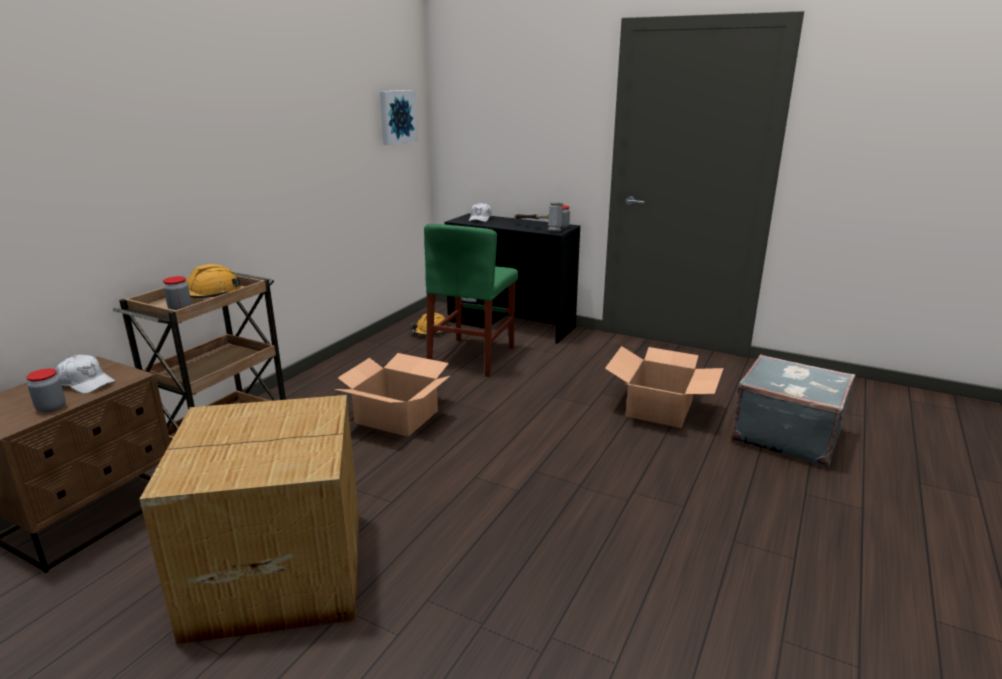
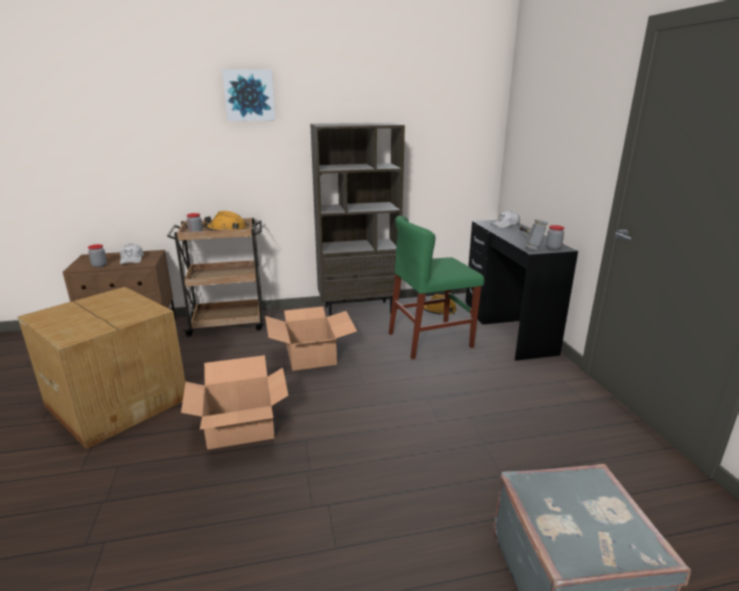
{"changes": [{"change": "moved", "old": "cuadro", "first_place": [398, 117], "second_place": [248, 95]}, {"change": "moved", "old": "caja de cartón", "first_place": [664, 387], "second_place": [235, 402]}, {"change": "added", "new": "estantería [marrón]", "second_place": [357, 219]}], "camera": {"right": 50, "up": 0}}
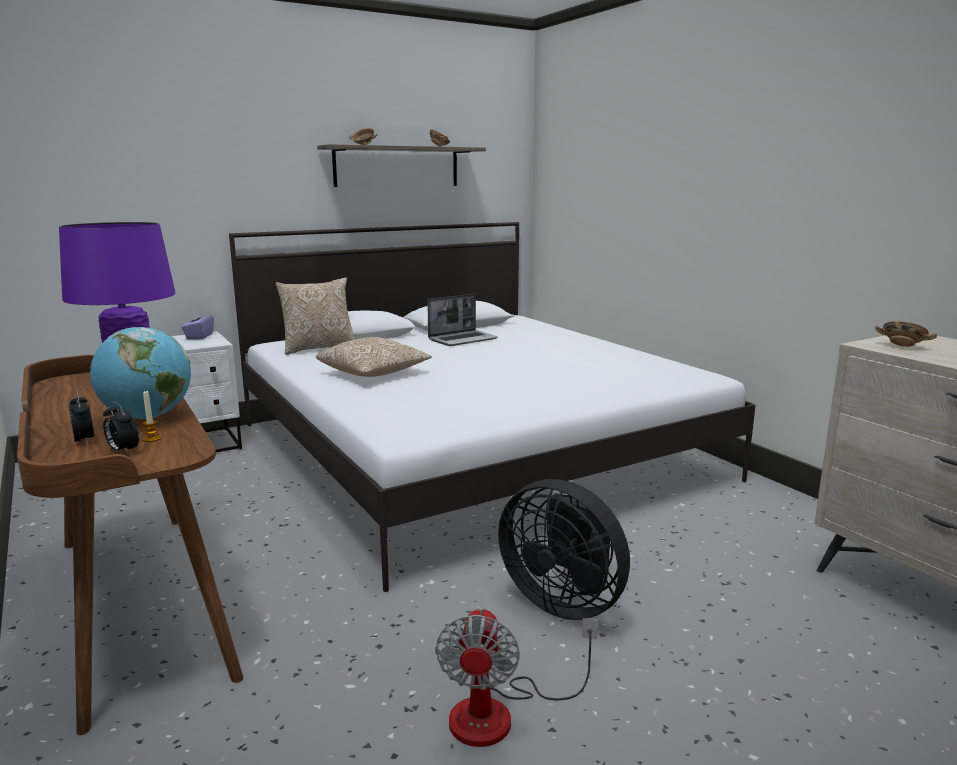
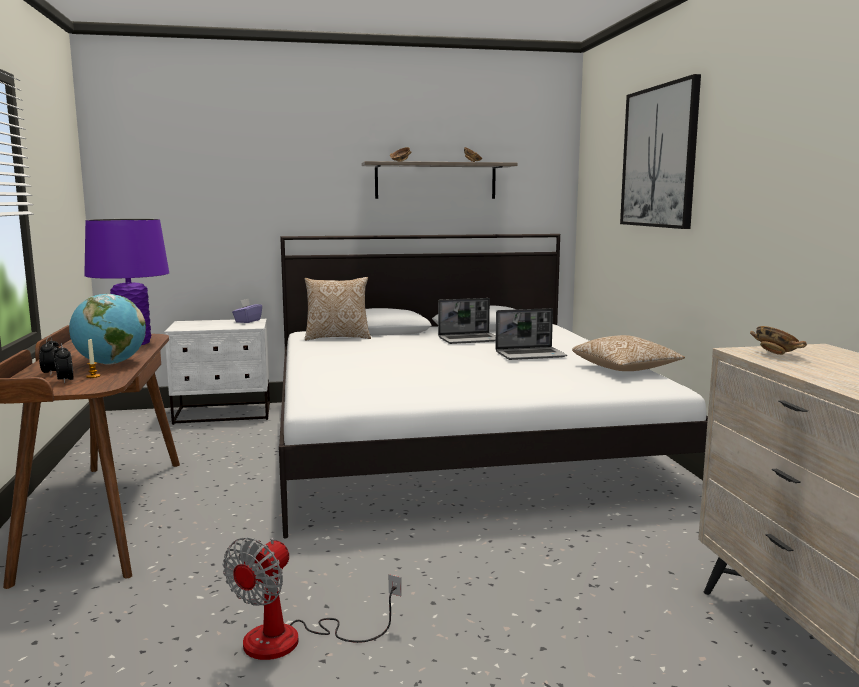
{"changes": [{"change": "moved", "old": "cojín", "first_place": [374, 357], "second_place": [628, 353]}, {"change": "removed", "old": "ventilador [negro]", "first_place": [564, 549]}, {"change": "added", "new": "cuadro", "second_place": [660, 151]}, {"change": "added", "new": "portátil", "second_place": [531, 334]}], "camera": {"right": 20, "up": -5}}
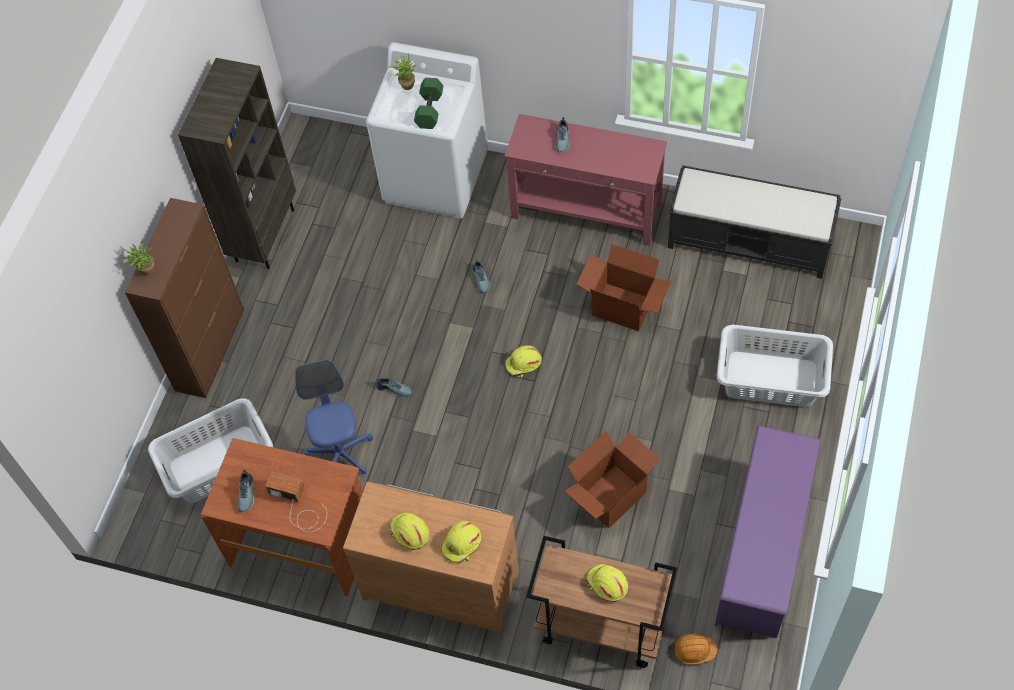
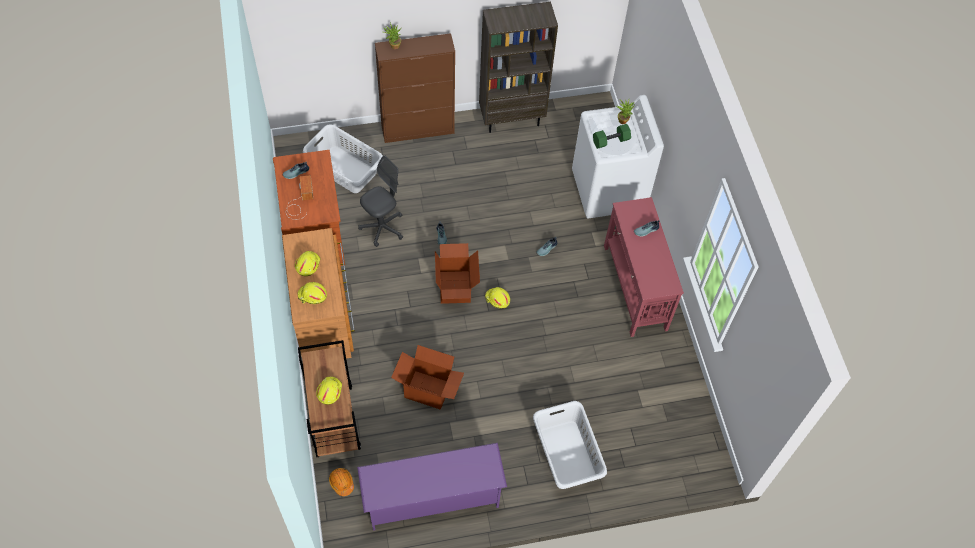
{"changes": [{"change": "removed", "old": "banco [negro]", "first_place": [754, 222]}, {"change": "moved", "old": "caja de cartón", "first_place": [624, 287], "second_place": [457, 273]}, {"change": "recoloured", "old": "silla de oficina [azul]", "new": "silla de oficina [gris]", "first_place": [334, 416], "second_place": [380, 201]}], "camera": {"right": 55, "up": 0}}
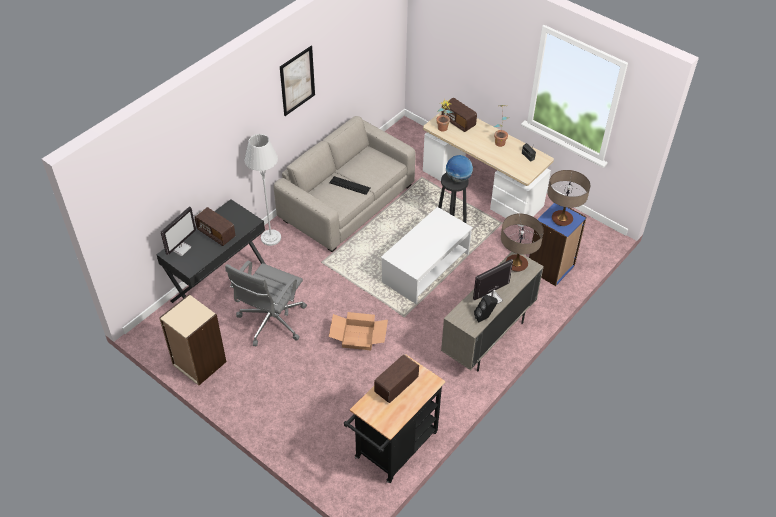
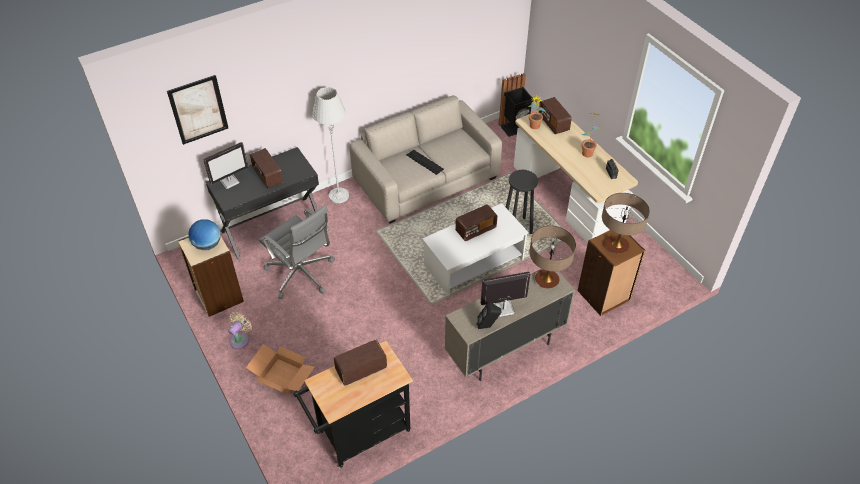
{"changes": [{"change": "moved", "old": "cuadro", "first_place": [297, 81], "second_place": [197, 110]}, {"change": "moved", "old": "globo terráqueo", "first_place": [459, 168], "second_place": [204, 234]}, {"change": "recoloured", "old": "estantería [azul]", "new": "estantería [marrón]", "first_place": [558, 244], "second_place": [612, 273]}, {"change": "turned", "old": "silla de oficina [gris]", "first_place": [266, 304], "second_place": [297, 252], "degrees": -90}, {"change": "moved", "old": "caja de cartón", "first_place": [358, 331], "second_place": [280, 369]}, {"change": "added", "new": "papelera [negro]", "second_place": [516, 105]}, {"change": "added", "new": "radio", "second_place": [476, 223]}, {"change": "added", "new": "ventilador [beis]", "second_place": [240, 330]}], "camera": {"right": 20, "up": 0}}
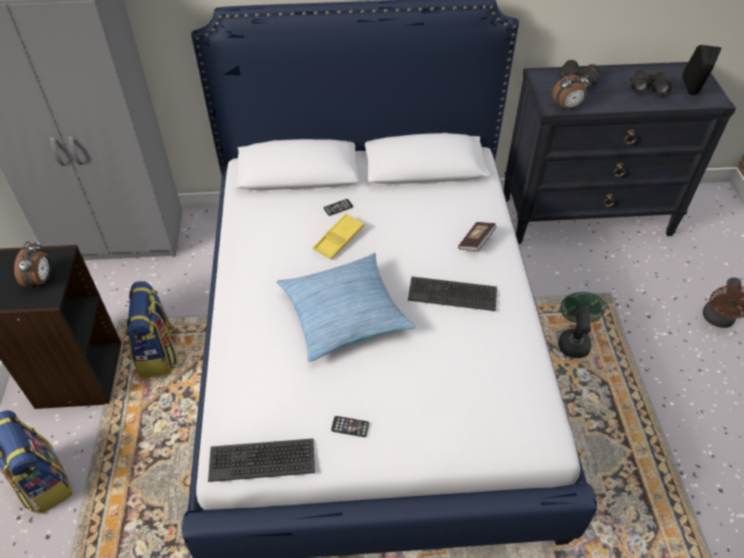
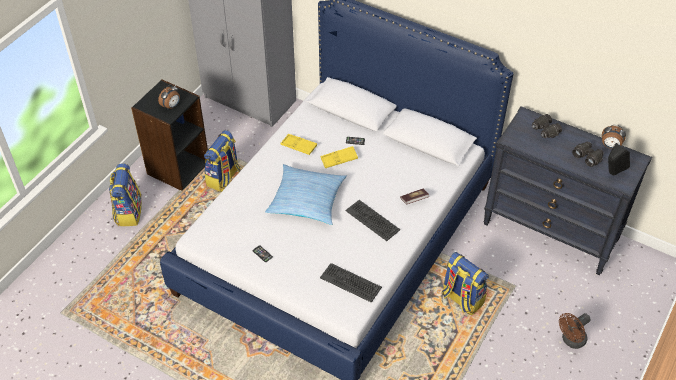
{"changes": [{"change": "moved", "old": "despertador", "first_place": [570, 90], "second_place": [614, 137]}, {"change": "replaced", "old": "ventilador [verde]", "new": "mochila", "first_place": [582, 325], "second_place": [465, 283]}, {"change": "moved", "old": "teclado", "first_place": [261, 460], "second_place": [351, 283]}, {"change": "added", "new": "bandeja [amarillo]", "second_place": [299, 144]}], "camera": {"right": 35, "up": 0}}
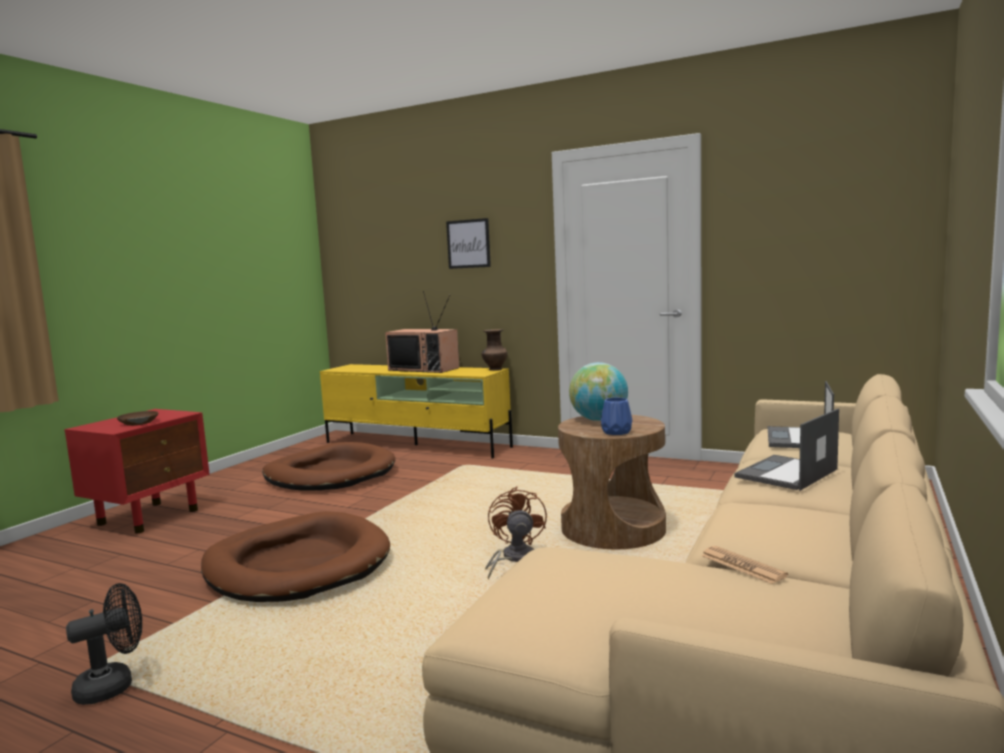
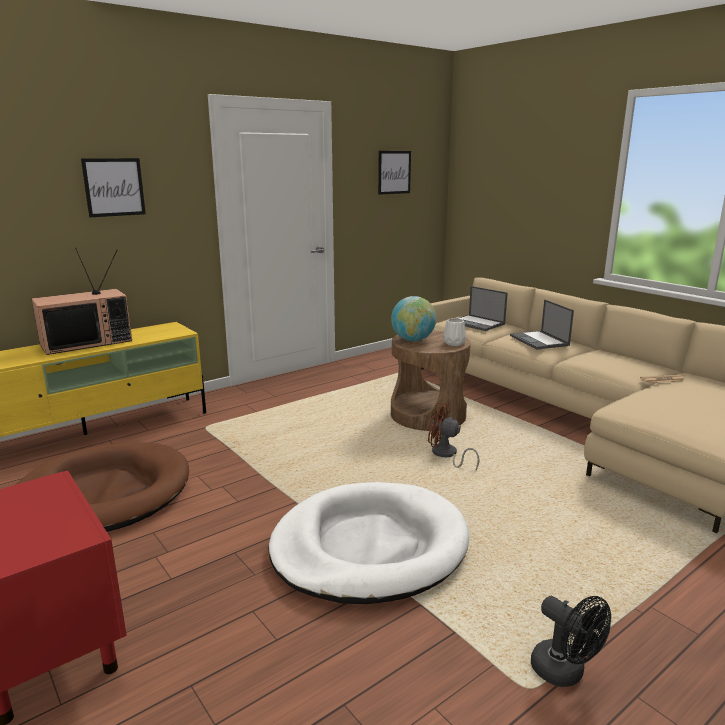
{"changes": [{"change": "removed", "old": "florero [marrón]", "first_place": [494, 350]}, {"change": "recoloured", "old": "florero [azul]", "new": "florero [blanco]", "first_place": [616, 416], "second_place": [454, 332]}, {"change": "removed", "old": "cuenco [marrón]", "first_place": [137, 418]}, {"change": "recoloured", "old": "cama para perro [marrón]", "new": "cama para perro [blanco]", "first_place": [295, 556], "second_place": [368, 543]}, {"change": "turned", "old": "ventilador [negro]", "first_place": [104, 644], "second_place": [571, 641], "degrees": 150}, {"change": "added", "new": "cuadro", "second_place": [394, 173]}], "camera": {"right": -65, "up": 10}}
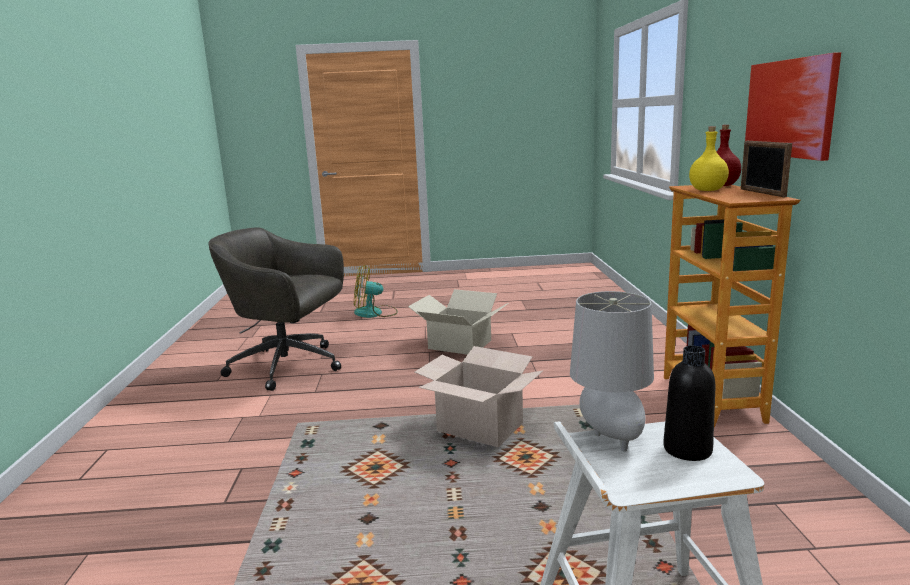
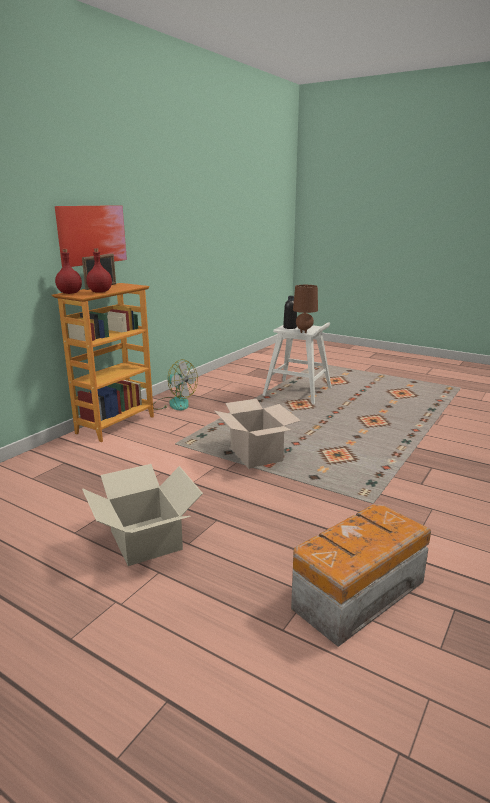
{"changes": [{"change": "recoloured", "old": "botella [amarillo]", "new": "botella [rojo]", "first_place": [709, 158], "second_place": [99, 270]}, {"change": "replaced", "old": "silla de oficina [gris]", "new": "caja de almacenaje", "first_place": [276, 309], "second_place": [361, 575]}, {"change": "moved", "old": "ventilador", "first_place": [376, 291], "second_place": [175, 384]}, {"change": "recoloured", "old": "lámpara de mesa [gris]", "new": "lámpara de mesa [marrón]", "first_place": [612, 371], "second_place": [305, 309]}], "camera": {"right": -145, "up": 5}}
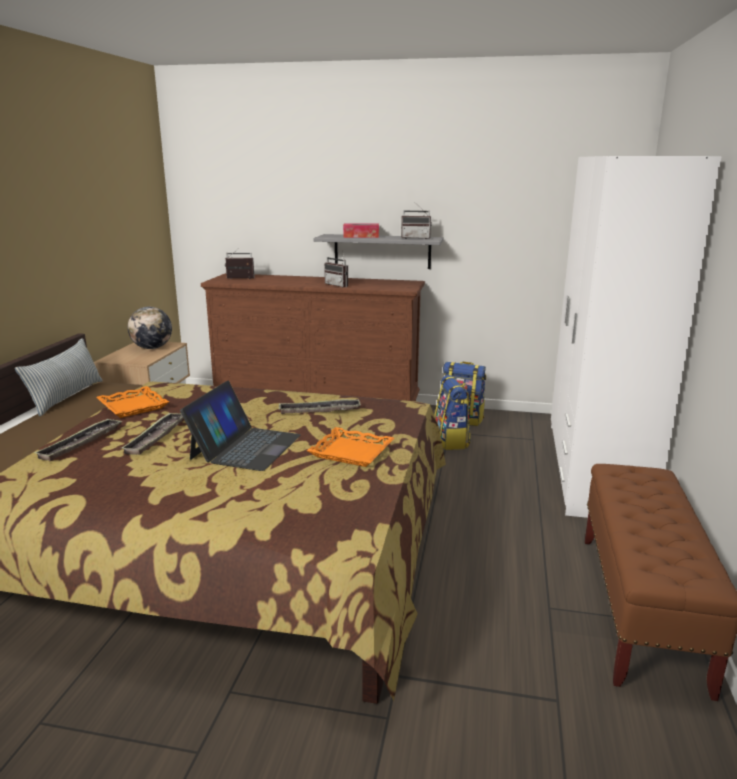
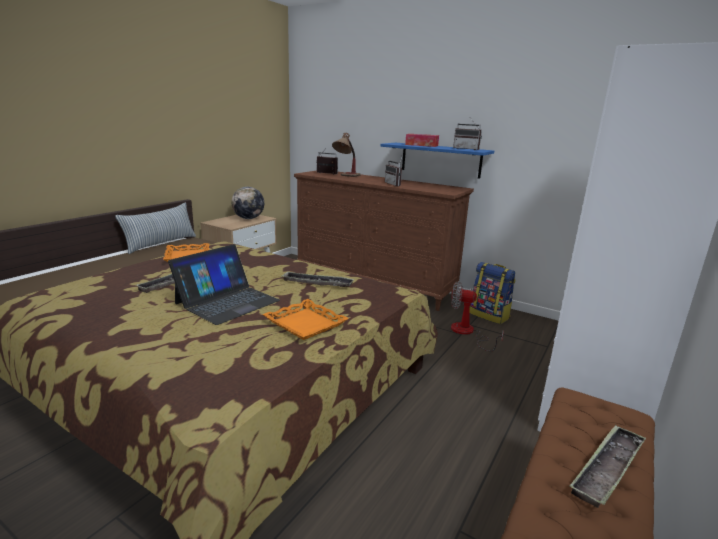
{"changes": [{"change": "recoloured", "old": "estante [gris]", "new": "estante [azul]", "first_place": [378, 251], "second_place": [437, 161]}, {"change": "replaced", "old": "mochila", "new": "ventilador", "first_place": [452, 412], "second_place": [477, 316]}, {"change": "moved", "old": "bandeja", "first_place": [78, 439], "second_place": [607, 466]}, {"change": "added", "new": "lámpara de mesa", "second_place": [346, 155]}], "camera": {"right": 20, "up": 0}}
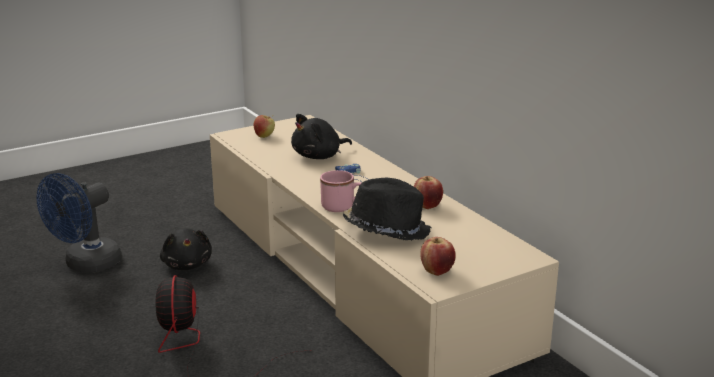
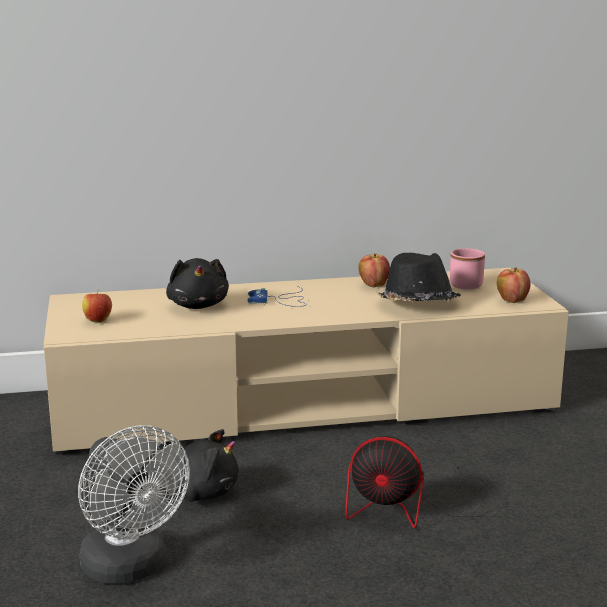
{"changes": [{"change": "moved", "old": "taza grande [rosa]", "first_place": [341, 191], "second_place": [467, 268]}, {"change": "recoloured", "old": "ventilador [azul]", "new": "ventilador [blanco]", "first_place": [79, 223], "second_place": [134, 504]}], "camera": {"right": -70, "up": -5}}
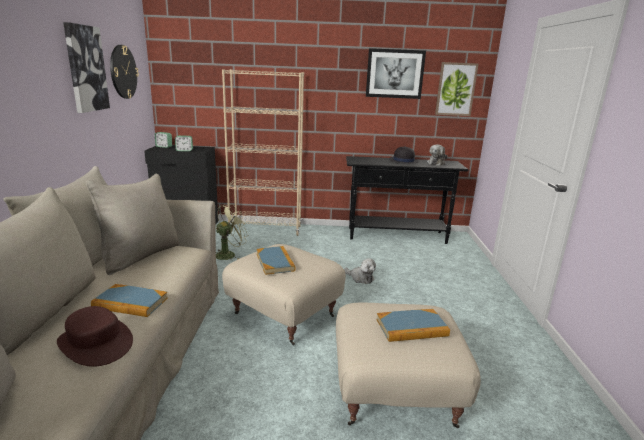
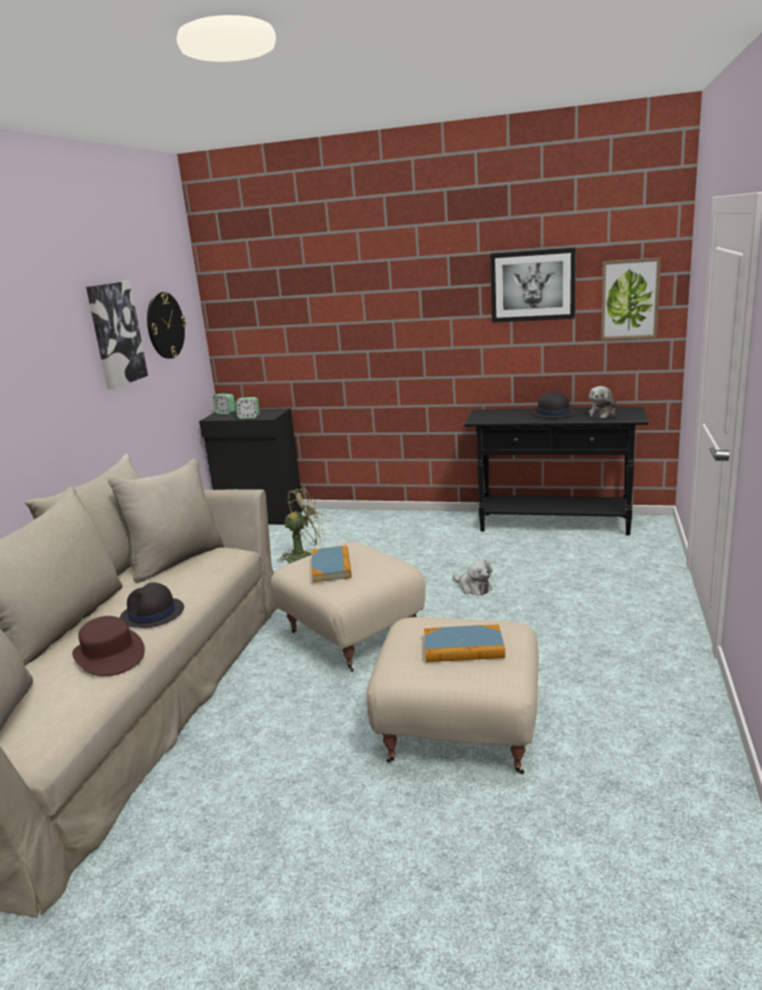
{"changes": [{"change": "removed", "old": "estantería [beis]", "first_place": [263, 152]}, {"change": "replaced", "old": "libro", "new": "sombrero [negro]", "first_place": [129, 300], "second_place": [151, 605]}], "camera": {"right": 15, "up": 0}}
